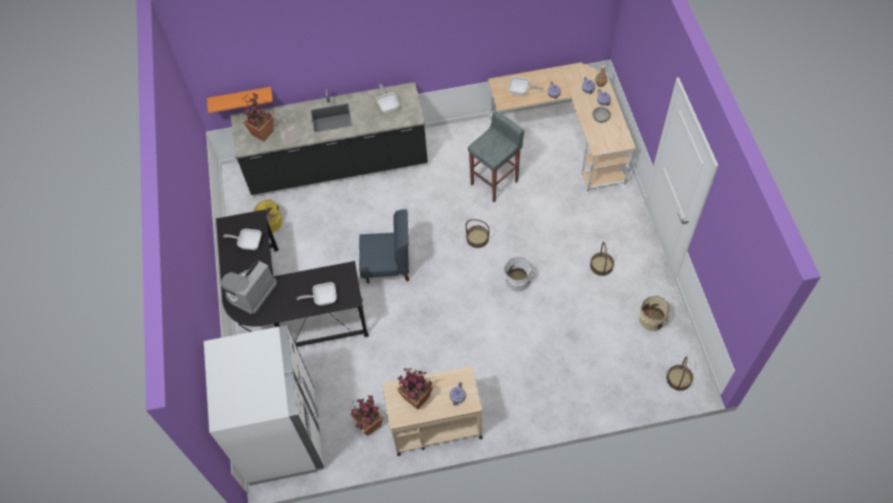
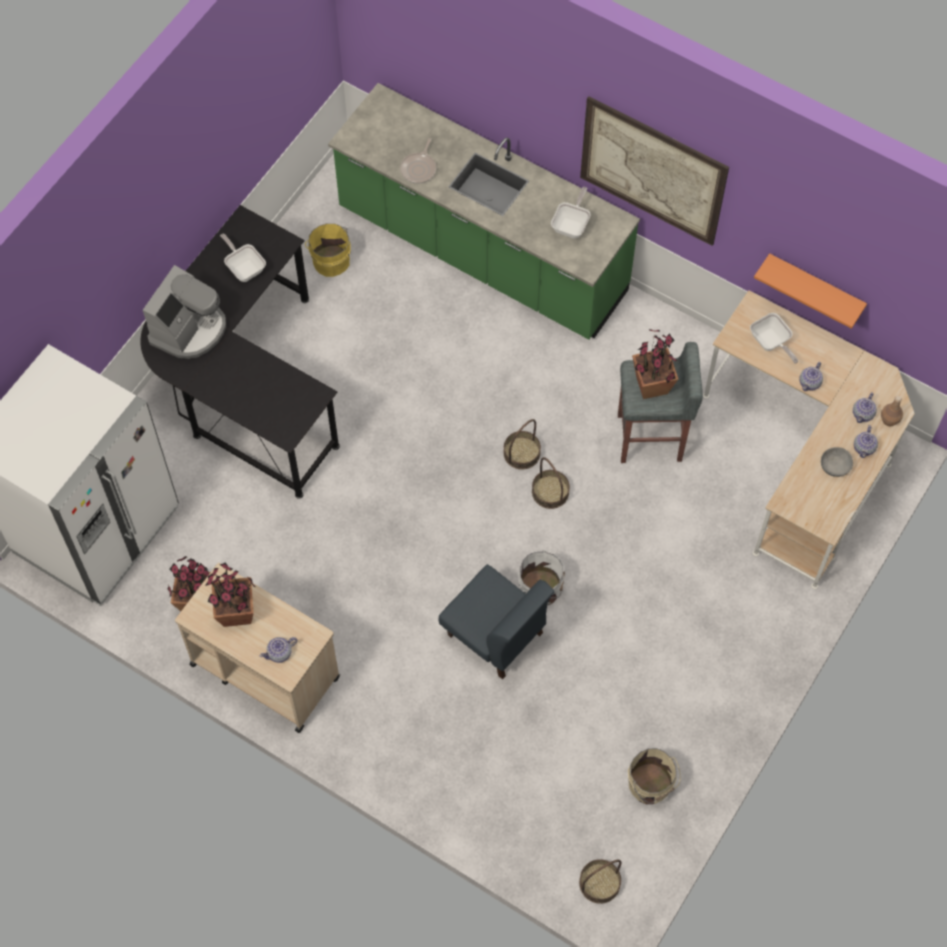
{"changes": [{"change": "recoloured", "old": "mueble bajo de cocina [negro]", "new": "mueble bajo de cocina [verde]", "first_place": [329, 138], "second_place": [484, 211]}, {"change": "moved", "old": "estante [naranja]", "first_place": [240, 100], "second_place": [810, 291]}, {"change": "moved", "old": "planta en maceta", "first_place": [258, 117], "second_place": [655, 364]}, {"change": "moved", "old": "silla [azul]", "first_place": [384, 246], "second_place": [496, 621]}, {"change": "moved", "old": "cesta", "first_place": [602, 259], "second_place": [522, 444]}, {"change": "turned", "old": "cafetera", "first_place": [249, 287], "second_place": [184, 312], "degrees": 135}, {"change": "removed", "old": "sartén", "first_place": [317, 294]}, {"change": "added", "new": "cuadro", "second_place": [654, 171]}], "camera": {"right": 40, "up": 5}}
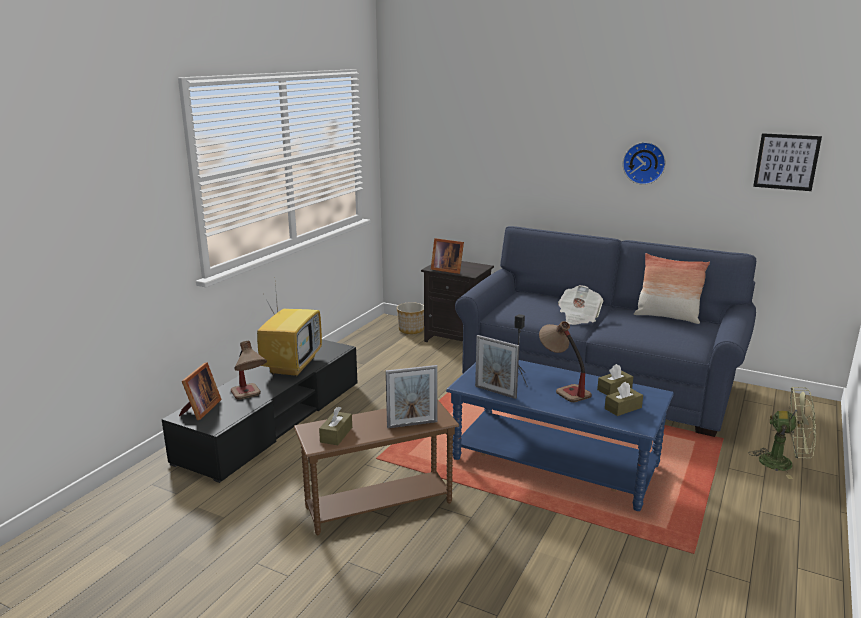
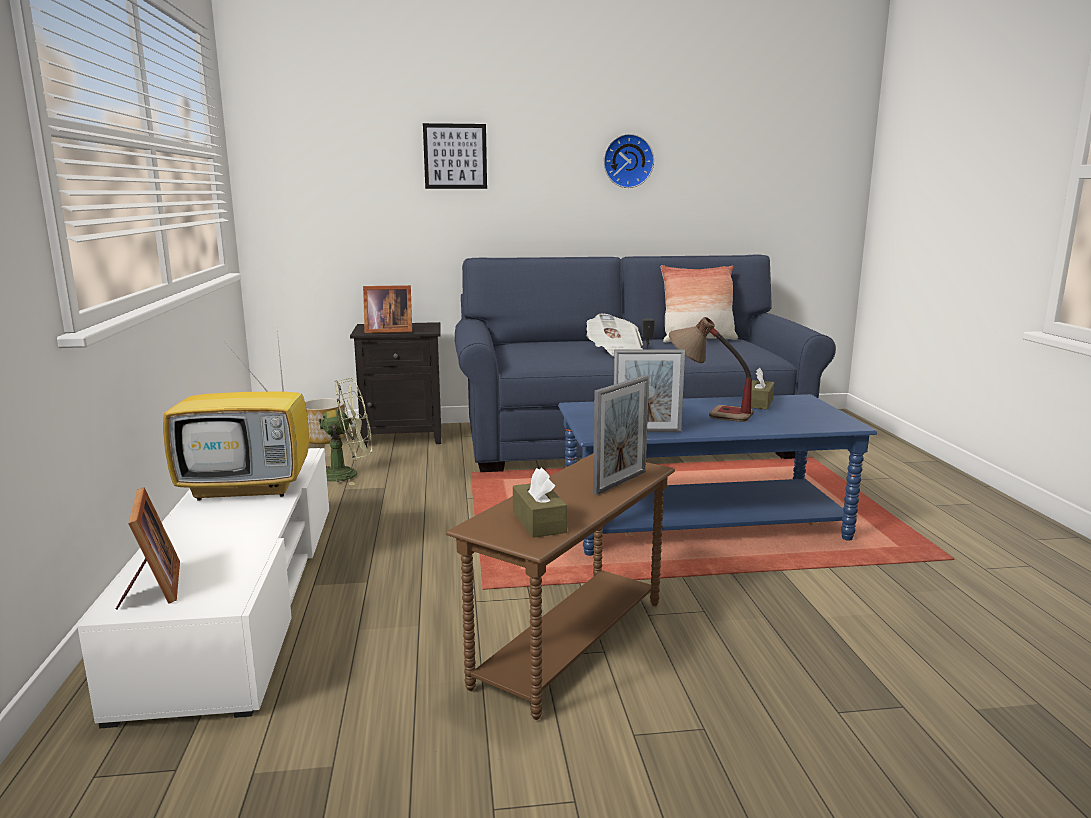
{"changes": [{"change": "moved", "old": "cuadro", "first_place": [787, 162], "second_place": [455, 156]}, {"change": "turned", "old": "televisor", "first_place": [289, 330], "second_place": [236, 416], "degrees": 105}, {"change": "recoloured", "old": "mueble de televisión [negro]", "new": "mueble de televisión [blanco]", "first_place": [260, 411], "second_place": [203, 588]}, {"change": "removed", "old": "lámpara de mesa", "first_place": [249, 370]}, {"change": "removed", "old": "caja de pañuelos [marrón]", "first_place": [624, 399]}, {"change": "moved", "old": "ventilador [verde]", "first_place": [782, 433], "second_place": [345, 431]}], "camera": {"right": -35, "up": -5}}
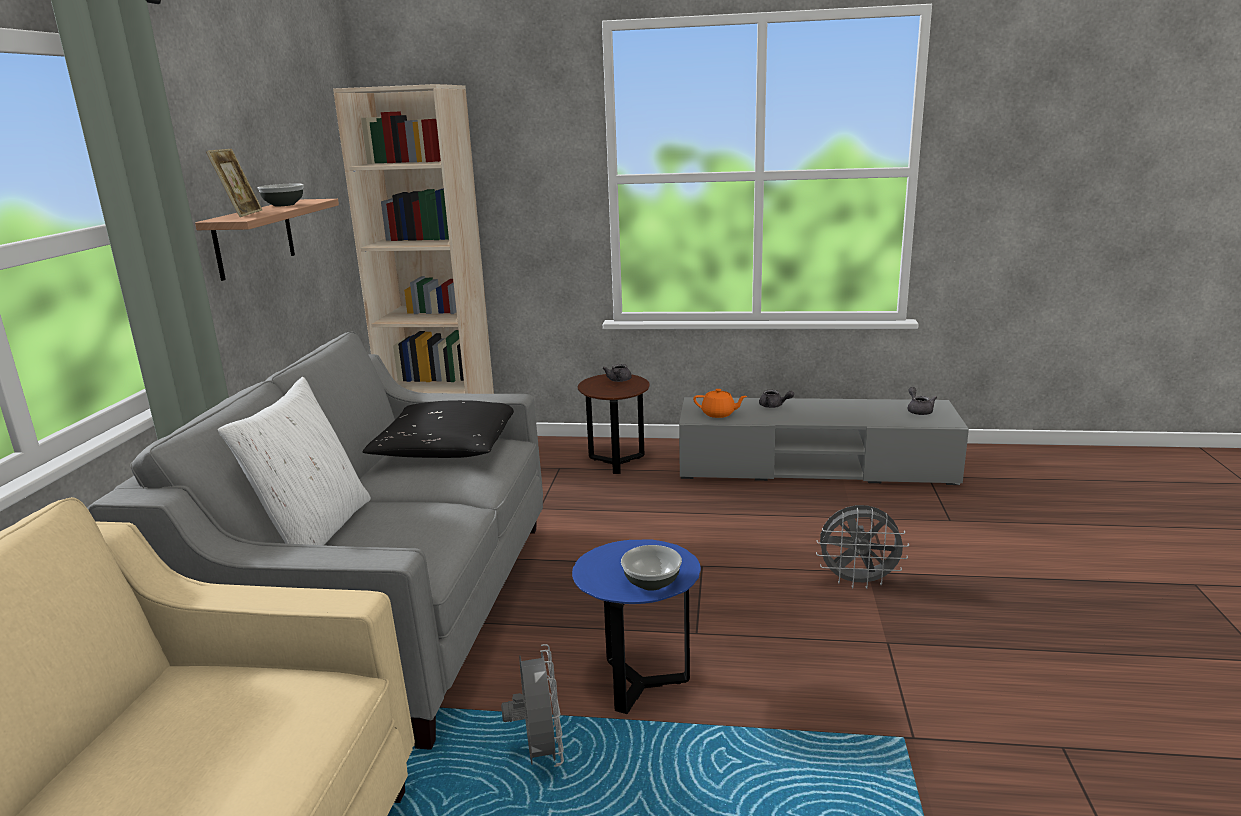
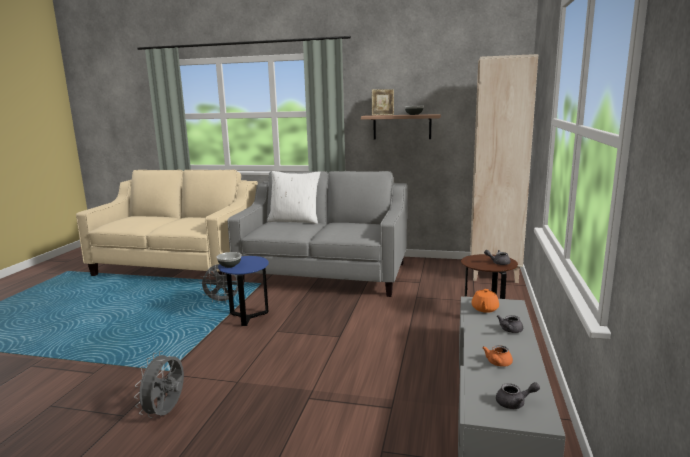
{"changes": [{"change": "removed", "old": "cojín [negro]", "first_place": [438, 429]}, {"change": "moved", "old": "ventilador [gris]", "first_place": [862, 547], "second_place": [159, 384]}, {"change": "added", "new": "tetera [naranja]", "second_place": [497, 356]}], "camera": {"right": 95, "up": -5}}
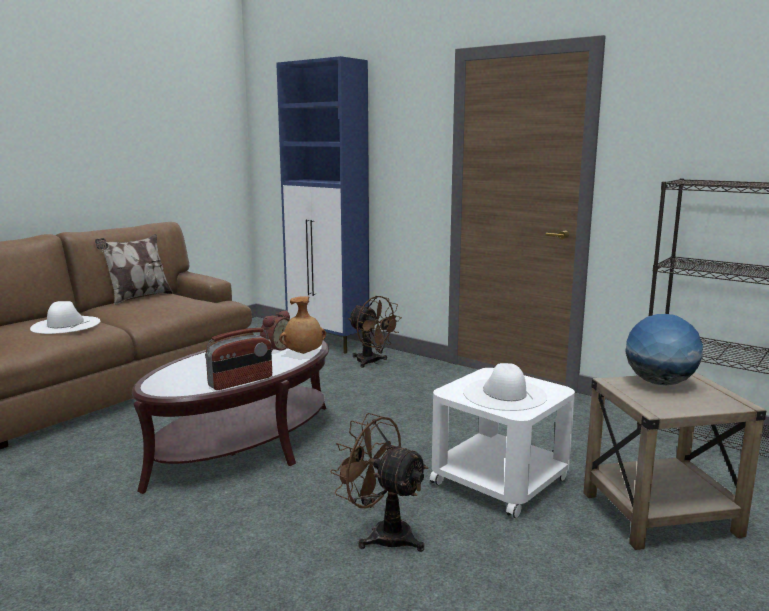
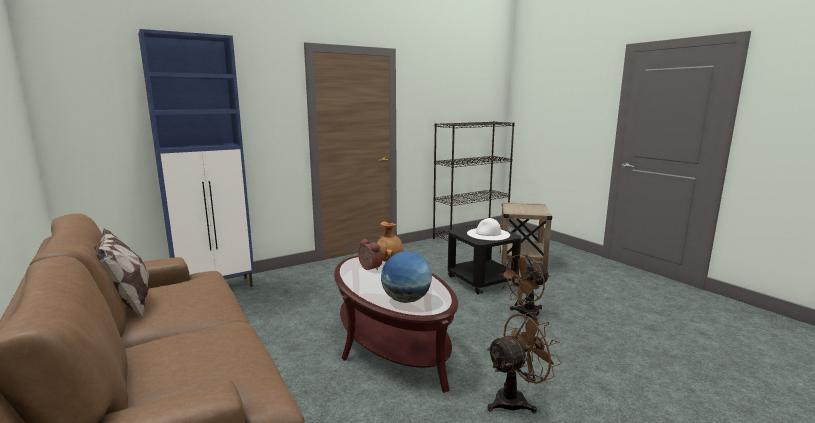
{"changes": [{"change": "moved", "old": "ventilador [marrón]", "first_place": [375, 332], "second_place": [524, 362]}, {"change": "removed", "old": "sombrero [blanco]", "first_place": [65, 317]}, {"change": "moved", "old": "globo terráqueo", "first_place": [664, 350], "second_place": [406, 277]}, {"change": "removed", "old": "radio", "first_place": [238, 359]}, {"change": "recoloured", "old": "mesa auxiliar [blanco]", "new": "mesa auxiliar [negro]", "first_place": [502, 443], "second_place": [484, 260]}], "camera": {"right": -70, "up": 0}}
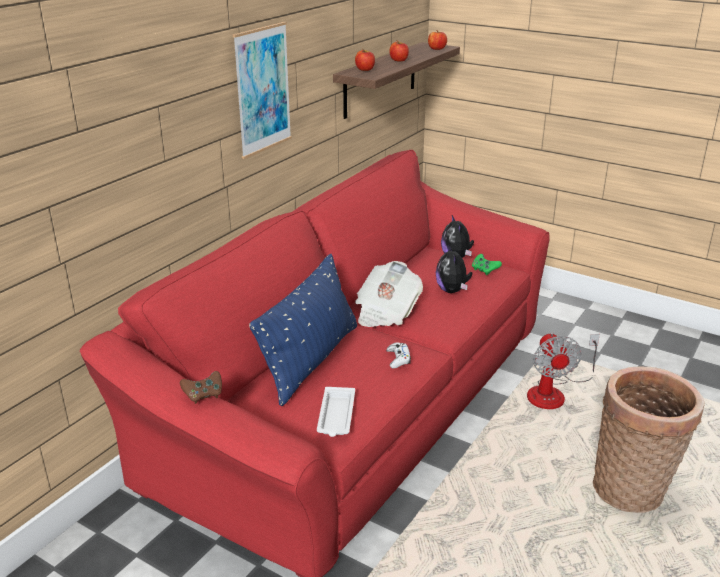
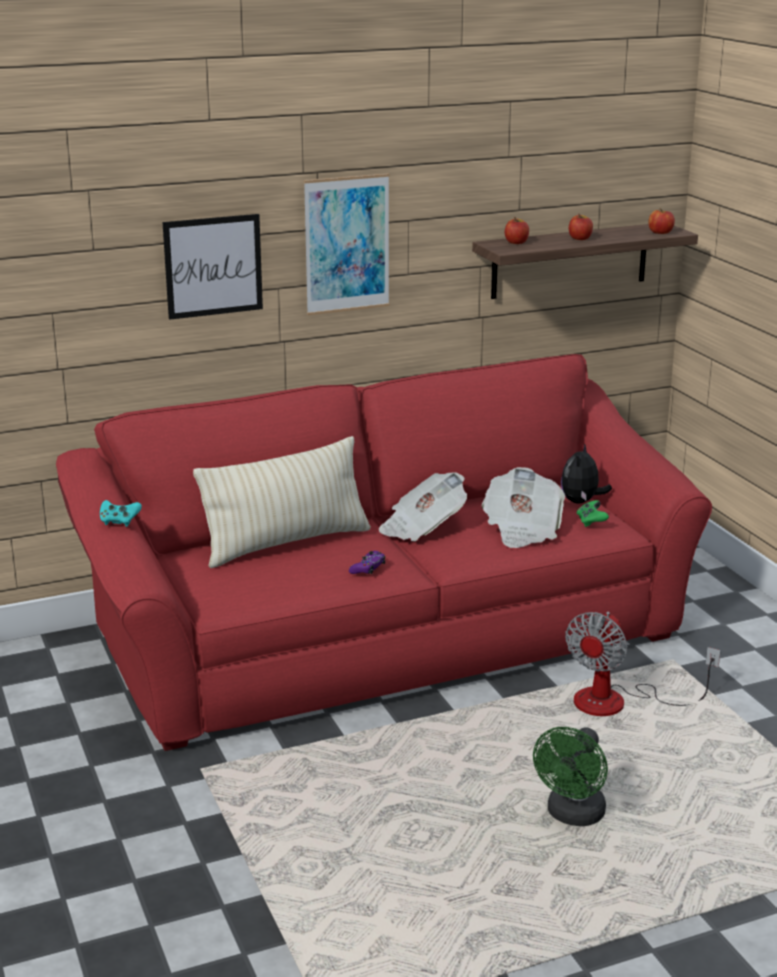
{"changes": [{"change": "replaced", "old": "peluche", "new": "periódico", "first_place": [454, 268], "second_place": [523, 507]}, {"change": "recoloured", "old": "cojín [azul]", "new": "cojín [beis]", "first_place": [303, 329], "second_place": [282, 502]}, {"change": "recoloured", "old": "mando de consola [blanco]", "new": "mando de consola [morado]", "first_place": [398, 355], "second_place": [367, 562]}, {"change": "replaced", "old": "cesta", "new": "ventilador [verde]", "first_place": [649, 439], "second_place": [570, 776]}, {"change": "recoloured", "old": "mando de consola [marrón]", "new": "mando de consola [turquesa]", "first_place": [201, 387], "second_place": [121, 513]}, {"change": "removed", "old": "bandeja [blanco]", "first_place": [336, 412]}, {"change": "added", "new": "cuadro", "second_place": [212, 267]}], "camera": {"right": 35, "up": -5}}
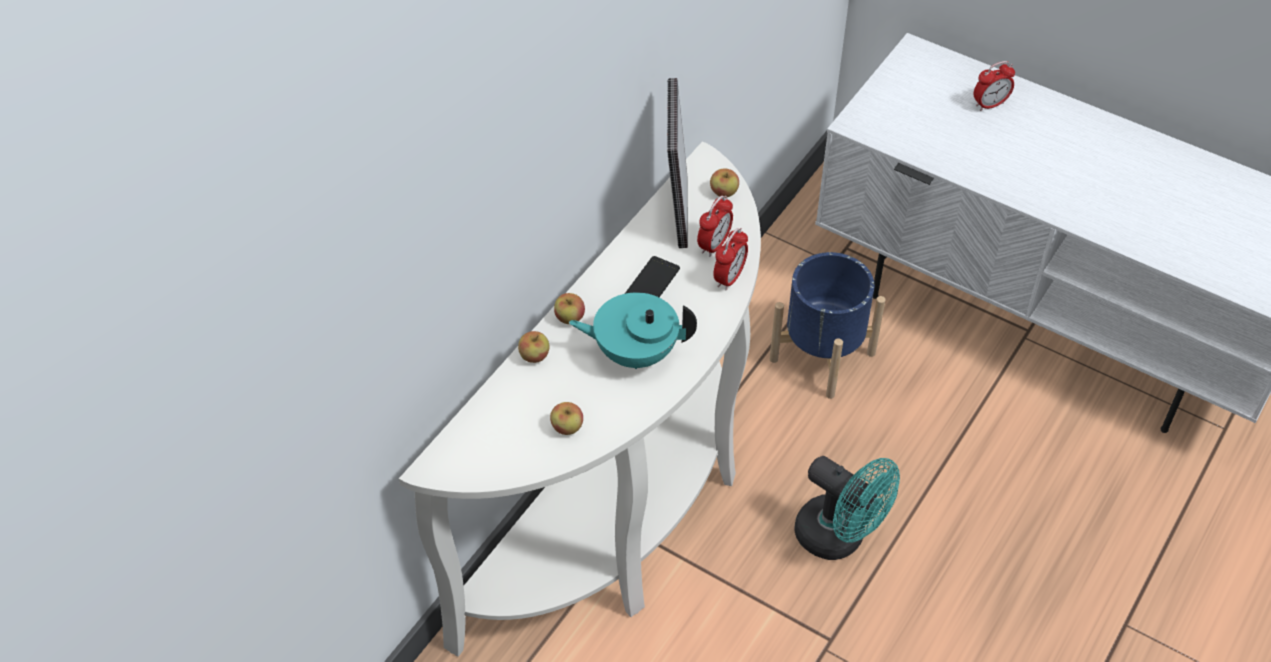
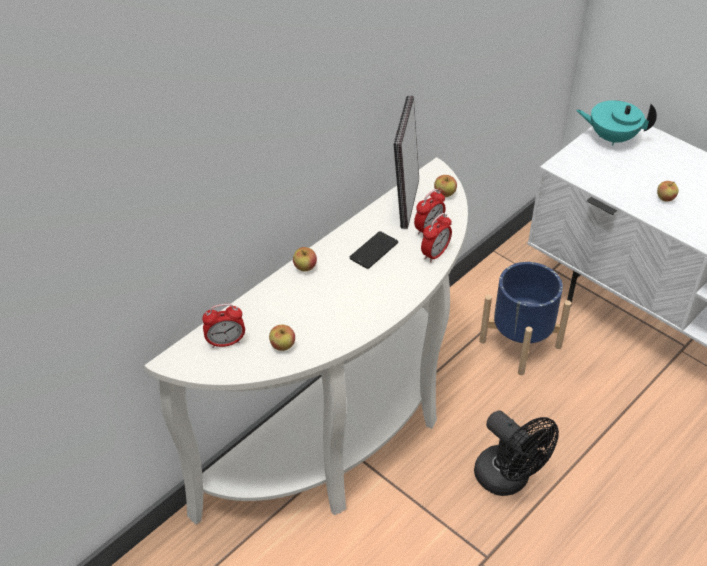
{"changes": [{"change": "moved", "old": "despertador", "first_place": [994, 86], "second_place": [223, 326]}, {"change": "moved", "old": "tetera [turquesa]", "first_place": [633, 330], "second_place": [616, 122]}, {"change": "moved", "old": "manzana", "first_place": [534, 347], "second_place": [667, 191]}, {"change": "recoloured", "old": "ventilador [turquesa]", "new": "ventilador [negro]", "first_place": [847, 508], "second_place": [516, 453]}], "camera": {"right": 10, "up": -5}}
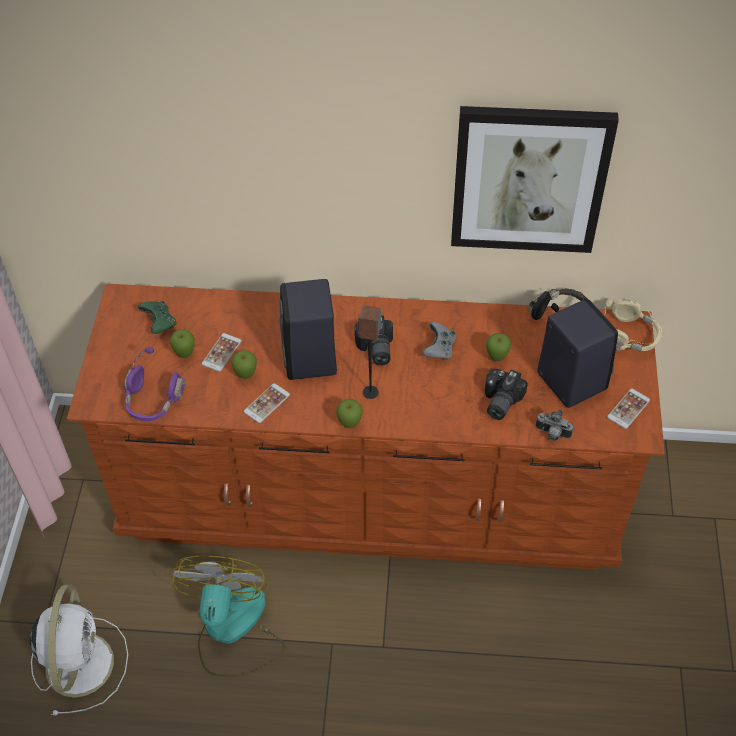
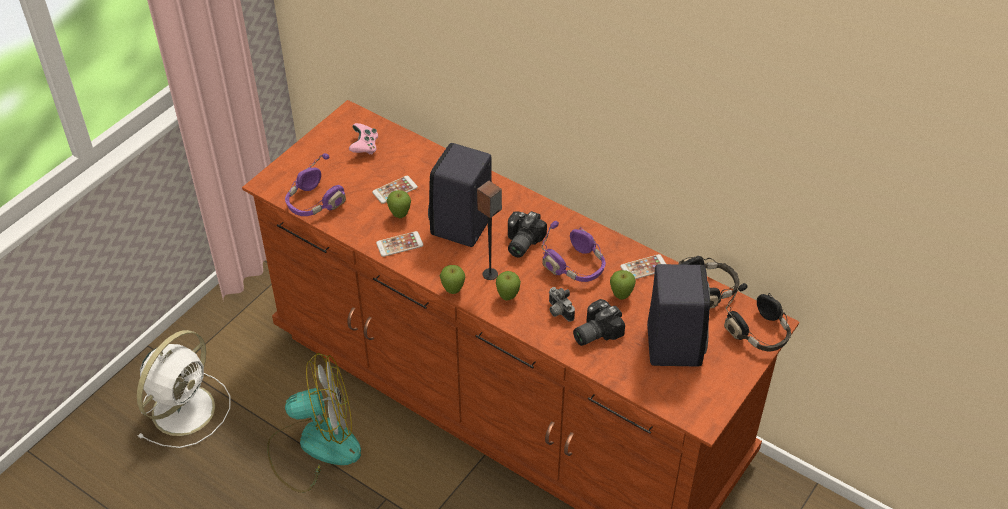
{"changes": [{"change": "removed", "old": "cuadro", "first_place": [535, 179]}, {"change": "recoloured", "old": "auriculares [beis]", "new": "auriculares [negro]", "first_place": [633, 324], "second_place": [757, 317]}, {"change": "recoloured", "old": "mando de consola [verde]", "new": "mando de consola [rosa]", "first_place": [157, 317], "second_place": [363, 139]}, {"change": "replaced", "old": "mando de consola [gris]", "new": "auriculares [morado]", "first_place": [439, 341], "second_place": [573, 251]}, {"change": "moved", "old": "manzana", "first_place": [182, 343], "second_place": [508, 286]}, {"change": "moved", "old": "móvil", "first_place": [628, 409], "second_place": [643, 266]}, {"change": "moved", "old": "cámara", "first_place": [554, 425], "second_place": [562, 304]}, {"change": "turned", "old": "ventilador", "first_place": [227, 616], "second_place": [314, 423], "degrees": 45}], "camera": {"right": 30, "up": -5}}
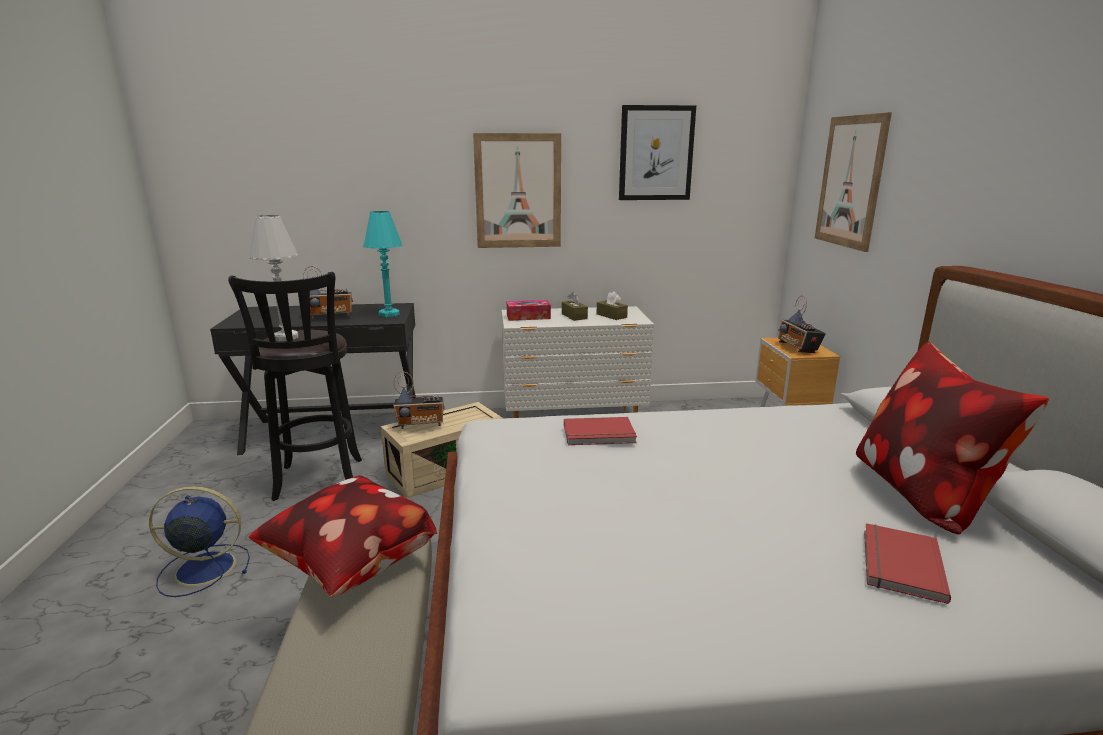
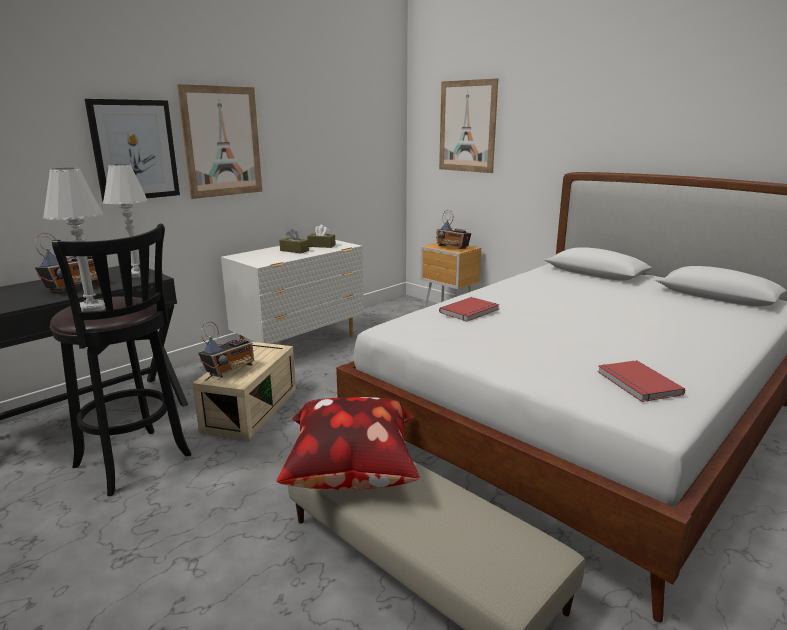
{"changes": [{"change": "moved", "old": "cuadro", "first_place": [657, 152], "second_place": [132, 150]}, {"change": "recoloured", "old": "lámpara de mesa [turquesa]", "new": "lámpara de mesa [blanco]", "first_place": [382, 264], "second_place": [125, 221]}, {"change": "removed", "old": "caja de pañuelos", "first_place": [529, 310]}, {"change": "removed", "old": "cojín", "first_place": [952, 438]}, {"change": "removed", "old": "ventilador [azul]", "first_place": [199, 541]}, {"change": "moved", "old": "libro [rojo]", "first_place": [907, 563], "second_place": [641, 381]}], "camera": {"right": -40, "up": 0}}
